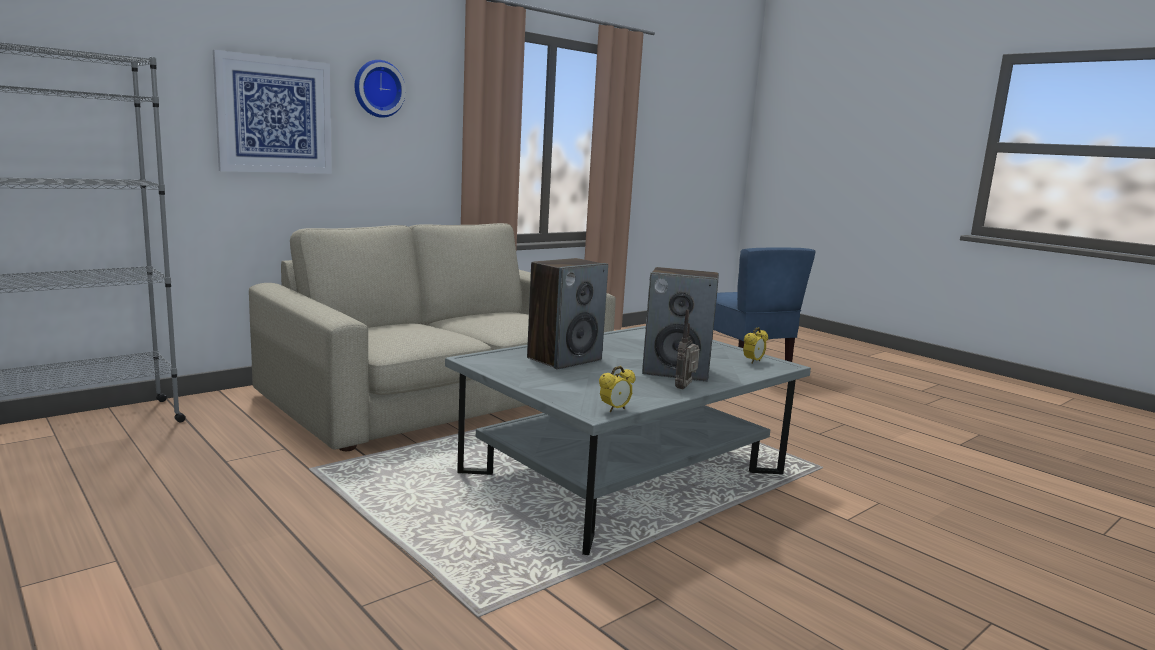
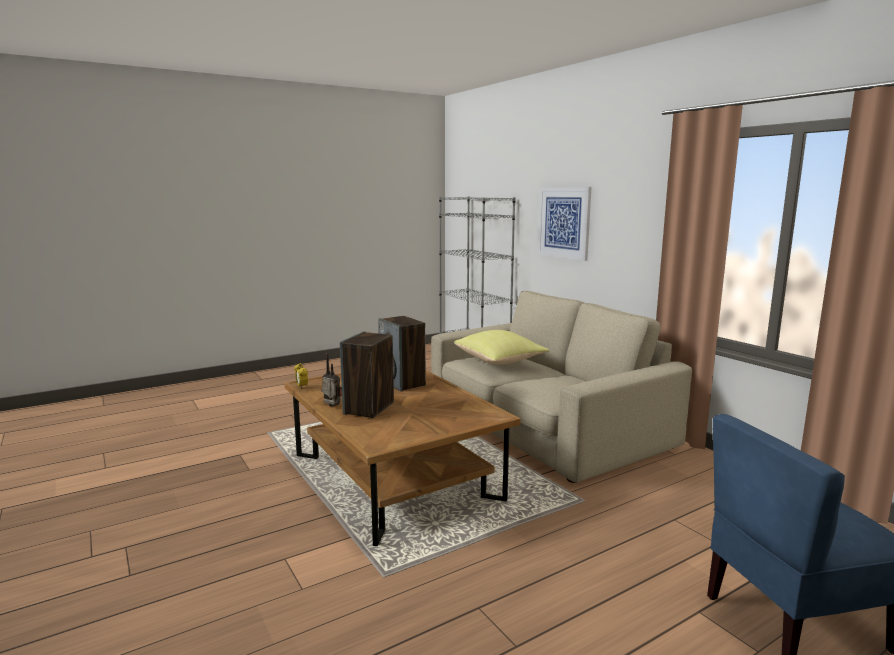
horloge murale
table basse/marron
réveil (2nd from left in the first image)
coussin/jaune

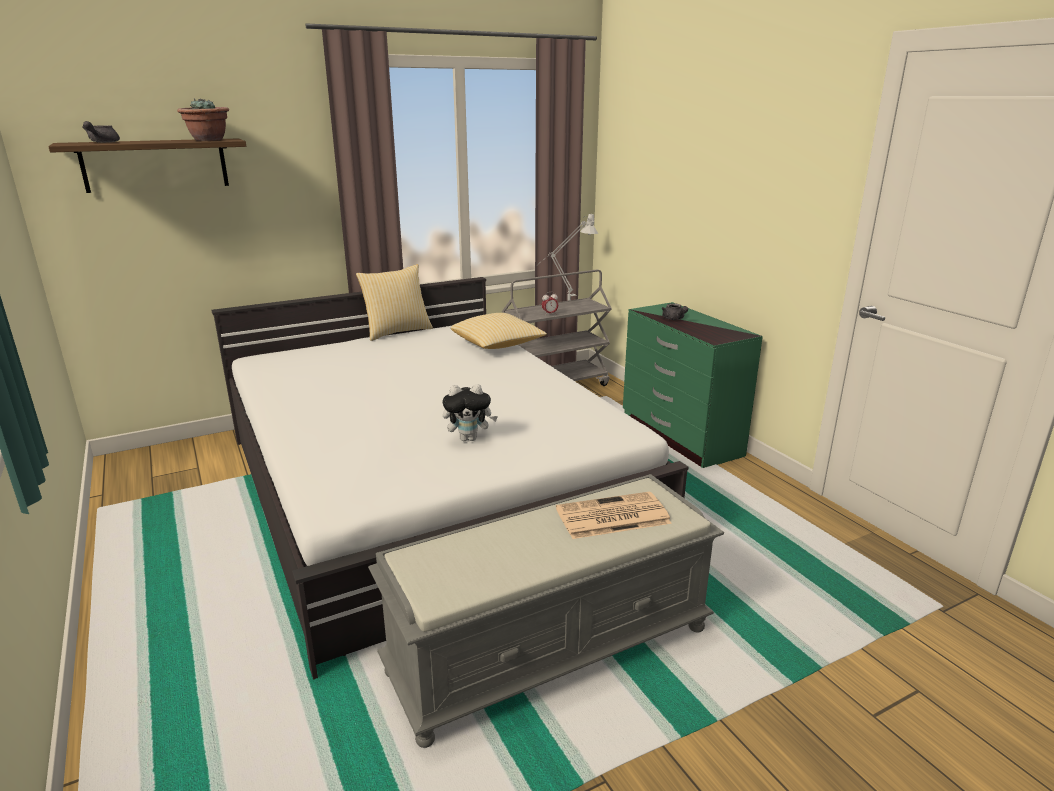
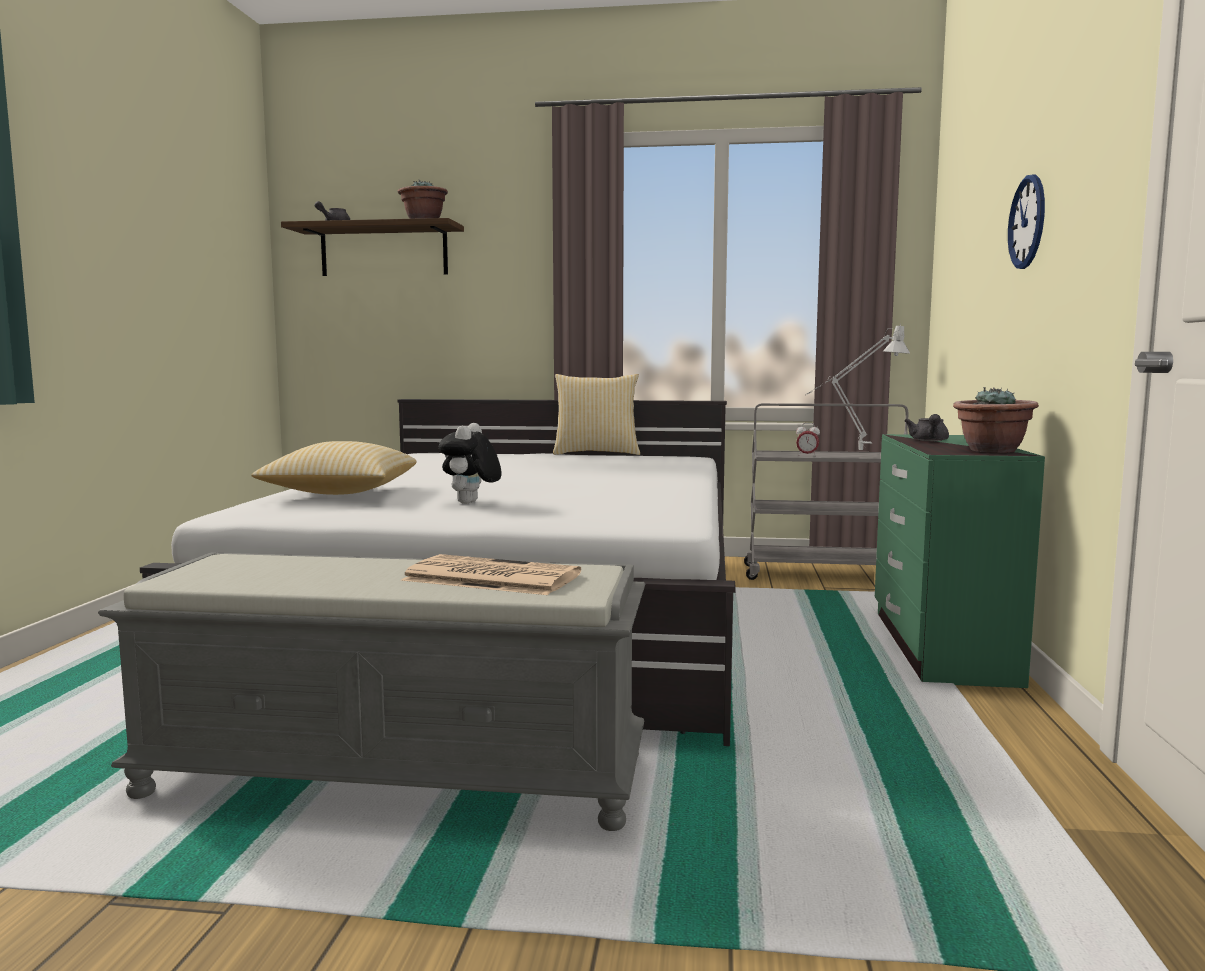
coussin (1st from left)
peluche
horloge murale
plante en pot (2nd from left)

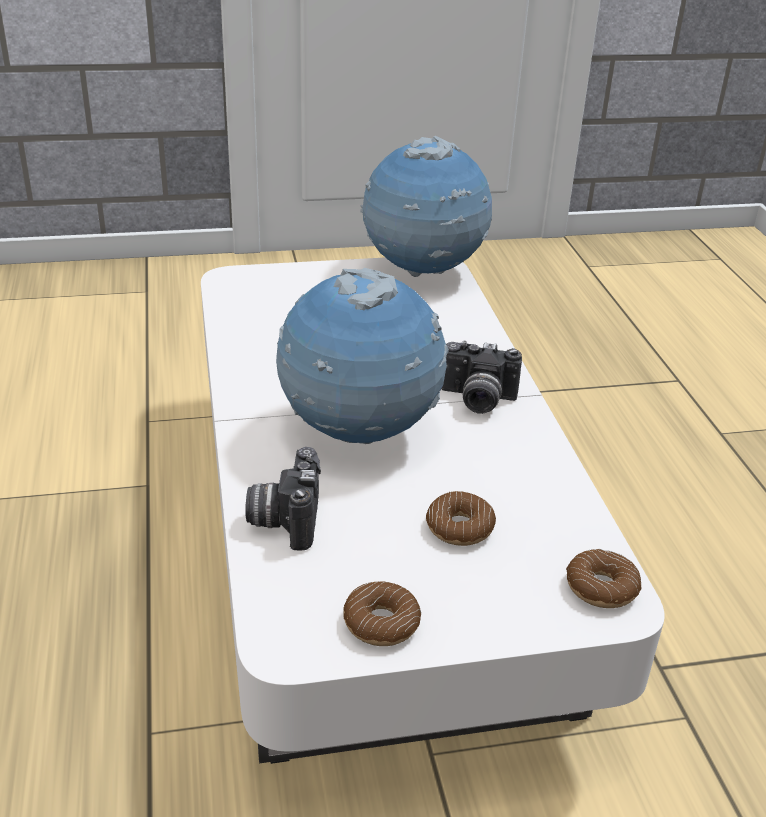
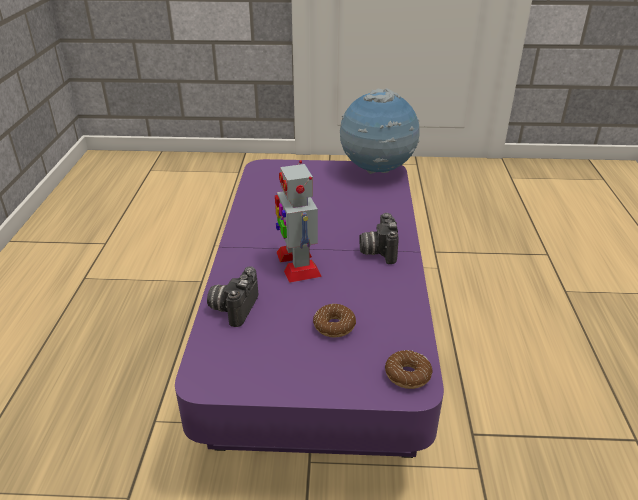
table basse/violet
robot jouet
appareil photo (2nd from left)
beignet (1st from left in the first image)

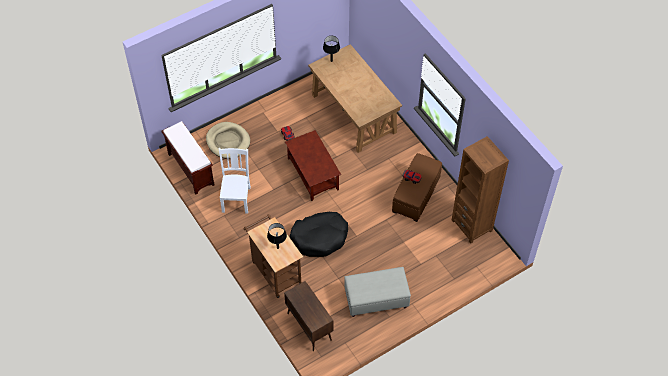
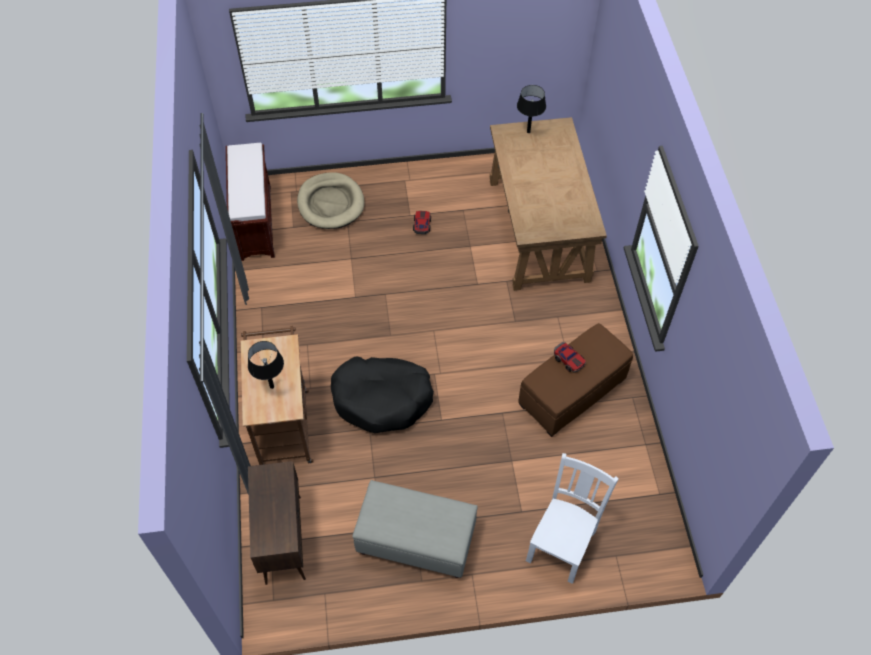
table basse/marron
bibliothèque/marron
chaise/blanc

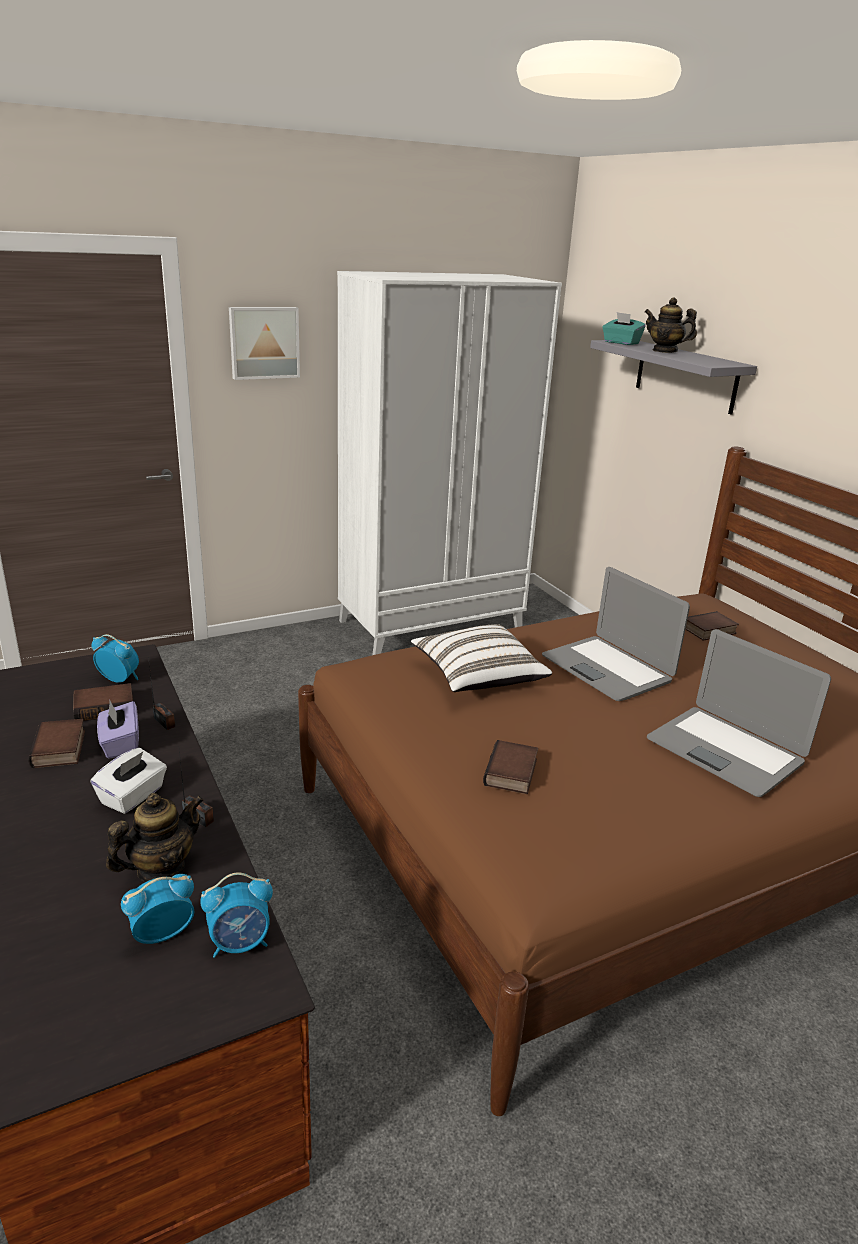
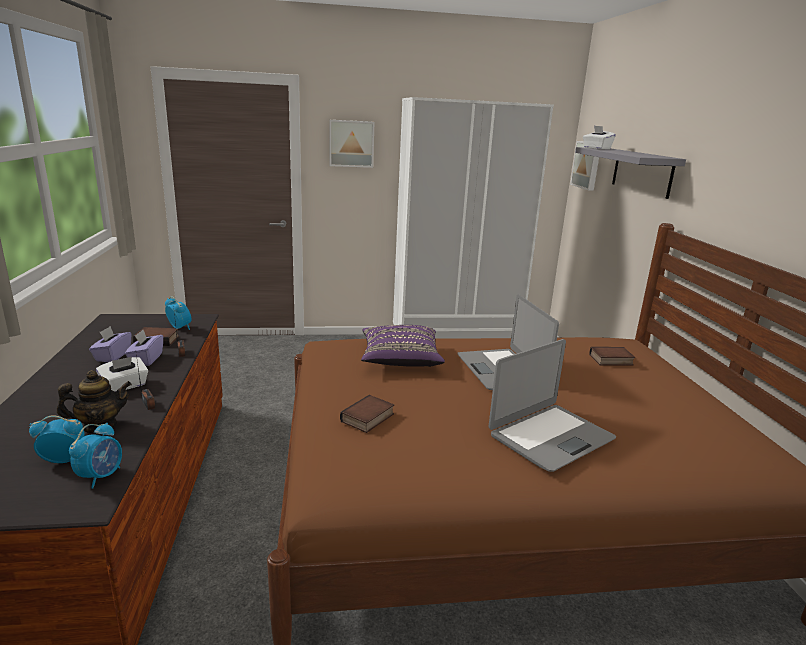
théière (2nd from left in the first image)
boîte à mouchoirs/blanc (2nd from left)
coussin/violet
ordinateur portable (2nd from left)
boîte à mouchoirs/violet (1st from left)
réveil (2nd from left)
tableau (2nd from left)

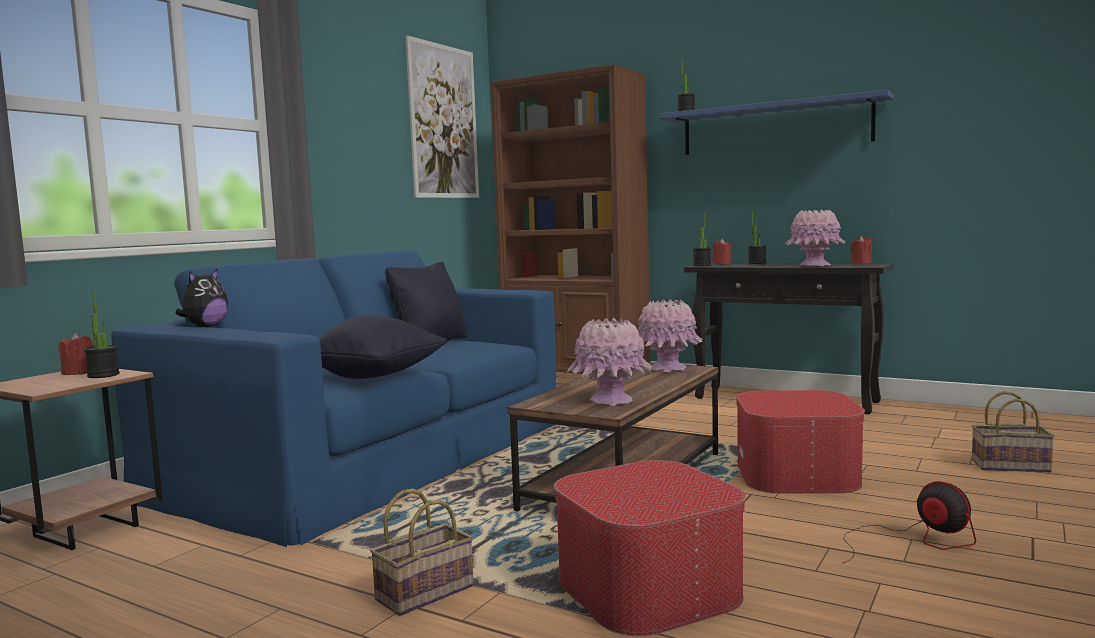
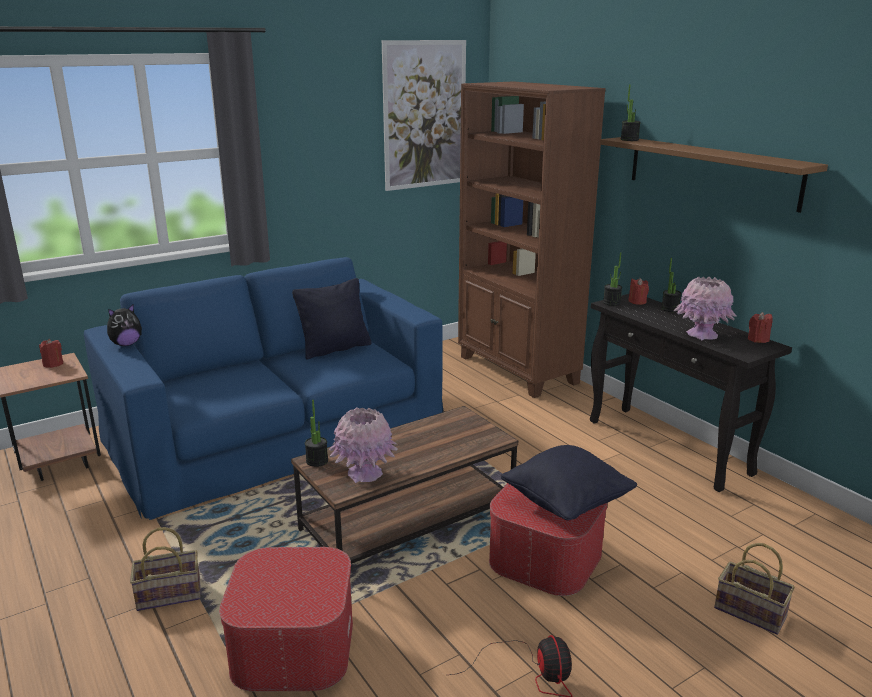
étagère/marron
plante en pot (1st from left)
vase/rose (2nd from left in the first image)
coussin/noir (2nd from left)

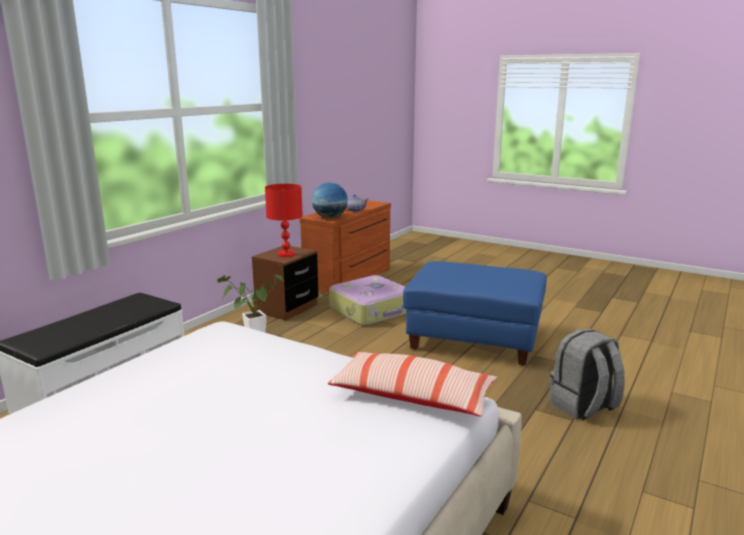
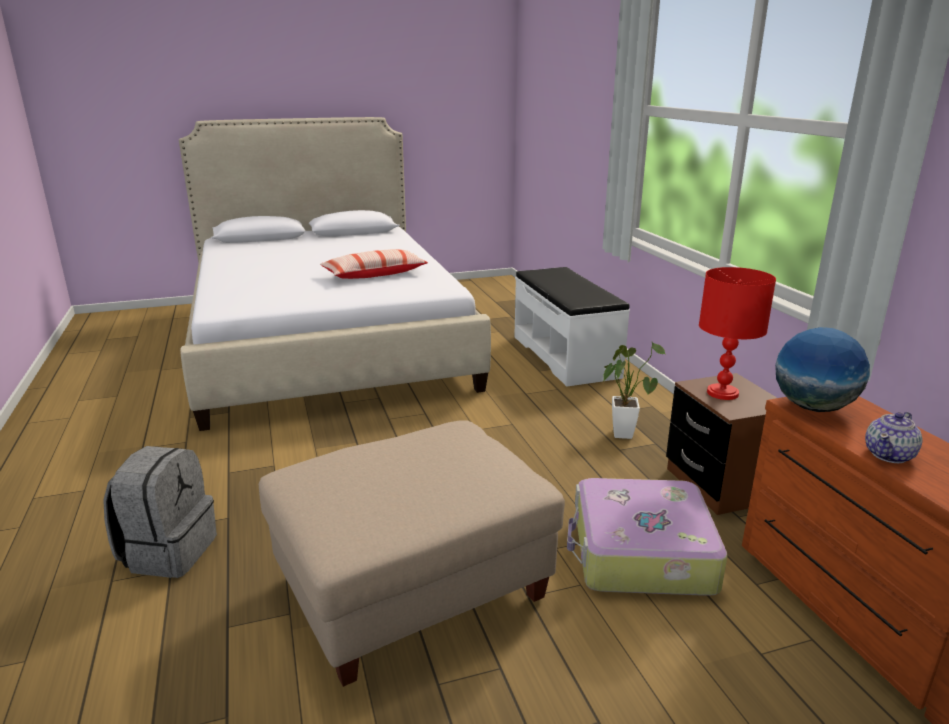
pouf/beige
coussin

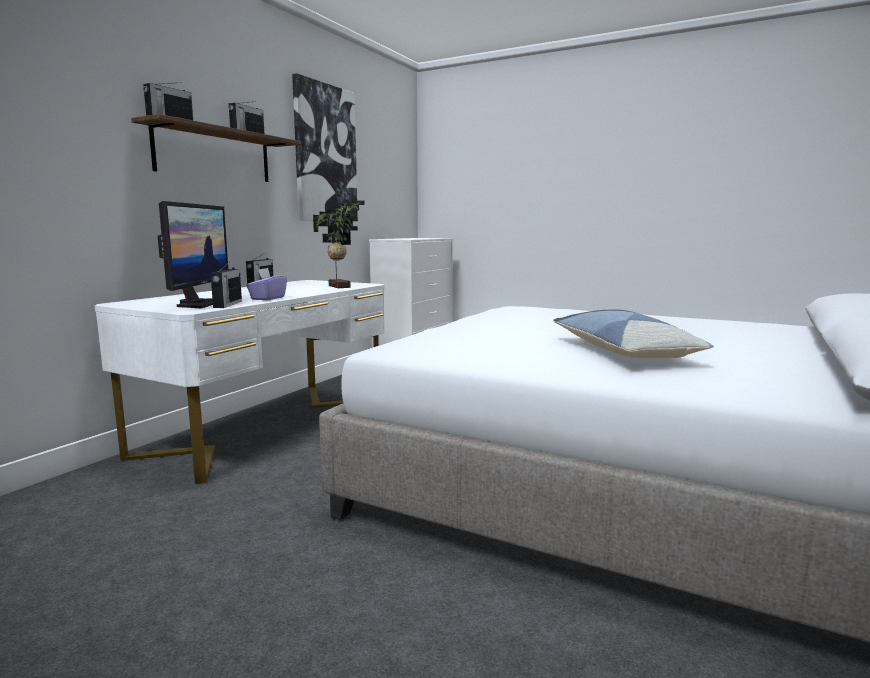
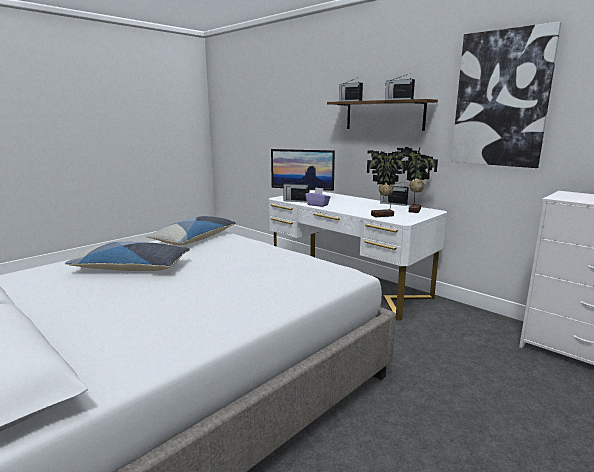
plante en pot (2nd from left)
coussin (2nd from left)

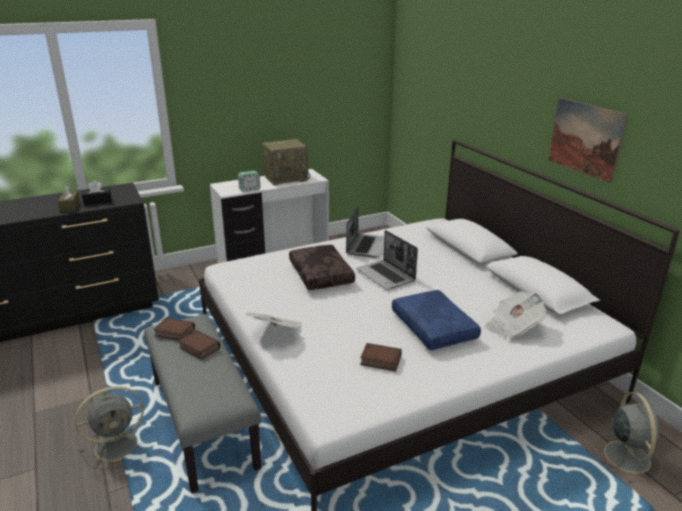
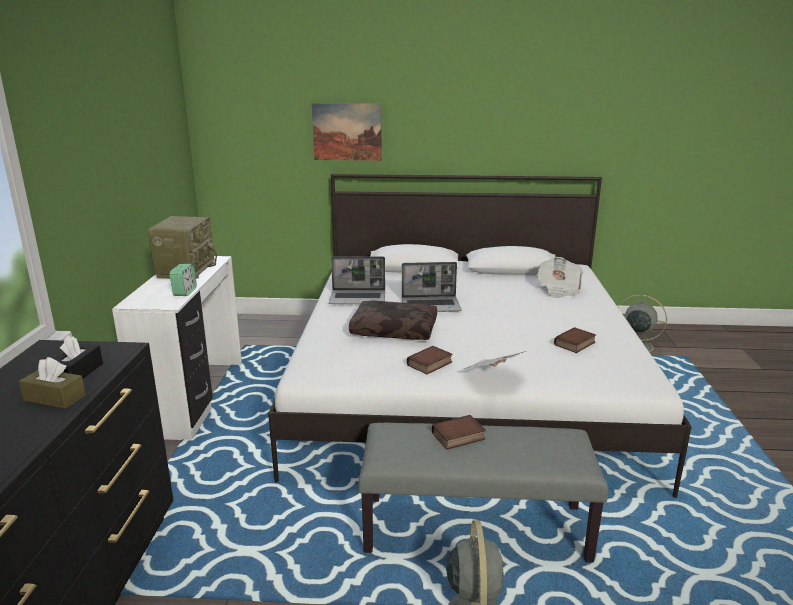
tableau
ordinateur portable (1st from left)
coussin/bleu
livre (1st from left)

